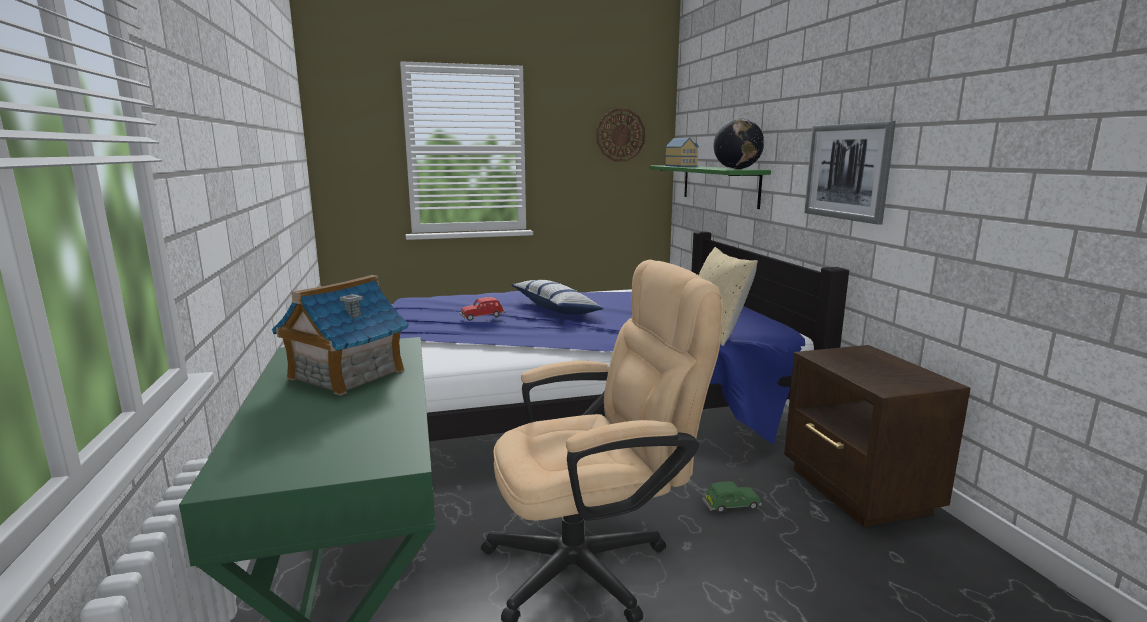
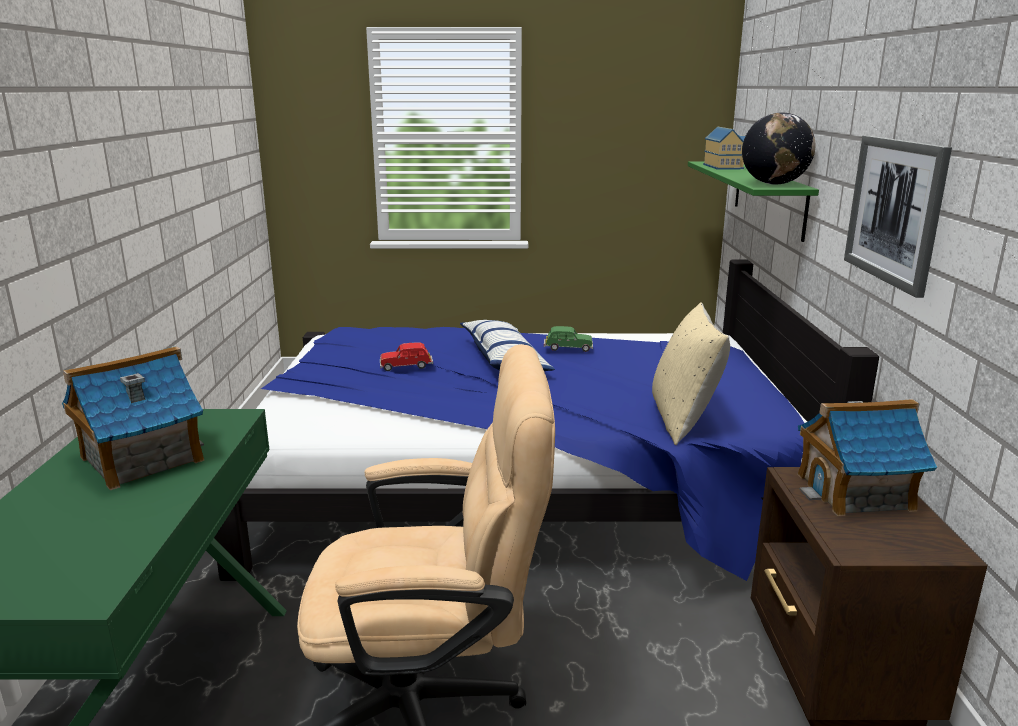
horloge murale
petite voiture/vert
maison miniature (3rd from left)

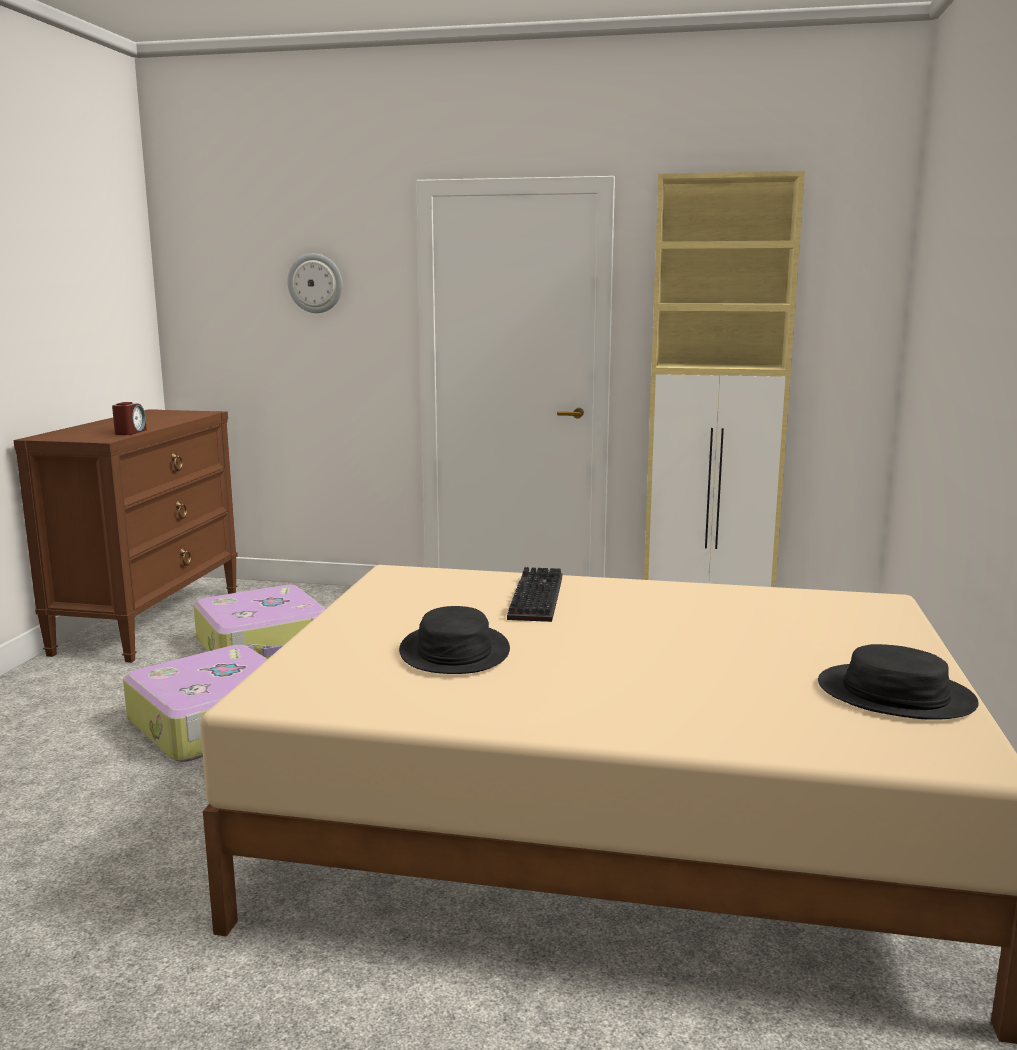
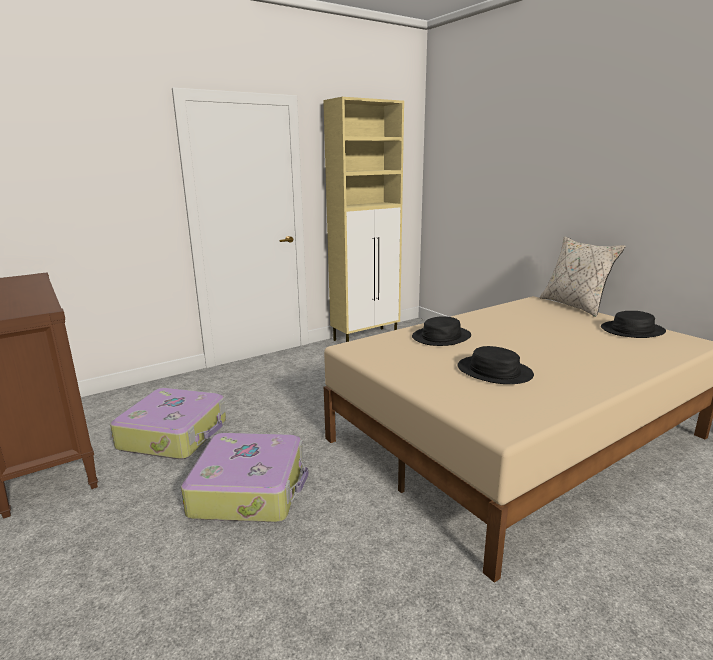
horloge murale
réveil
chapeau/noir (1st from left)
coussin/beige

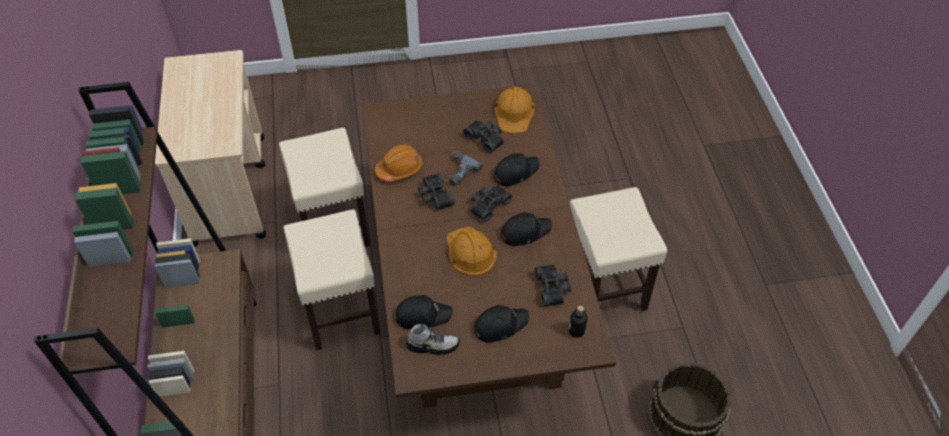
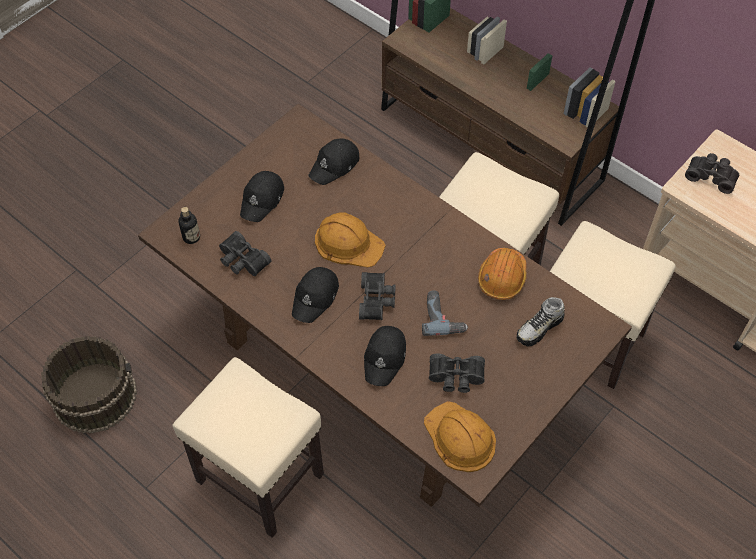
jumelles/noir (4th from left)
chaussure

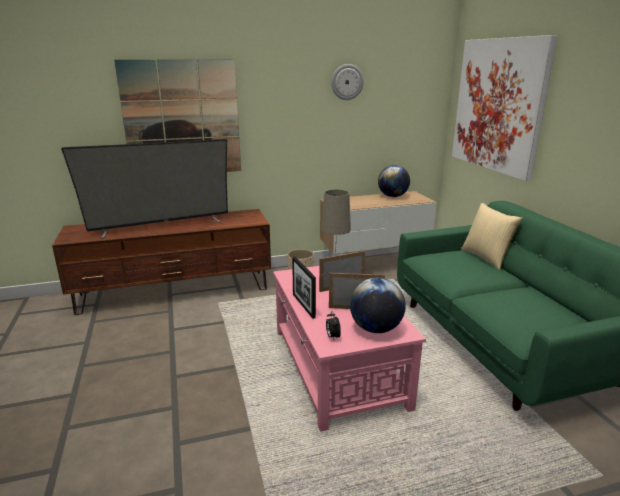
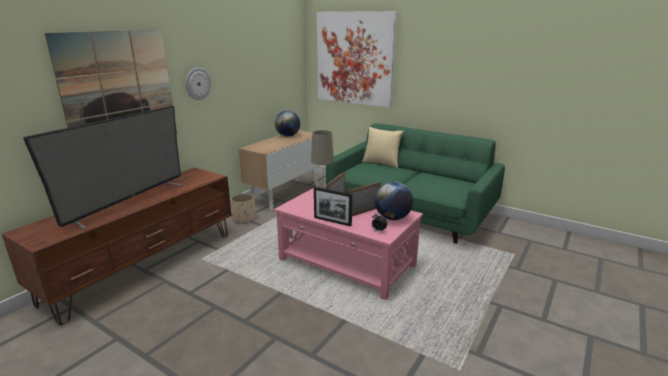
horloge murale

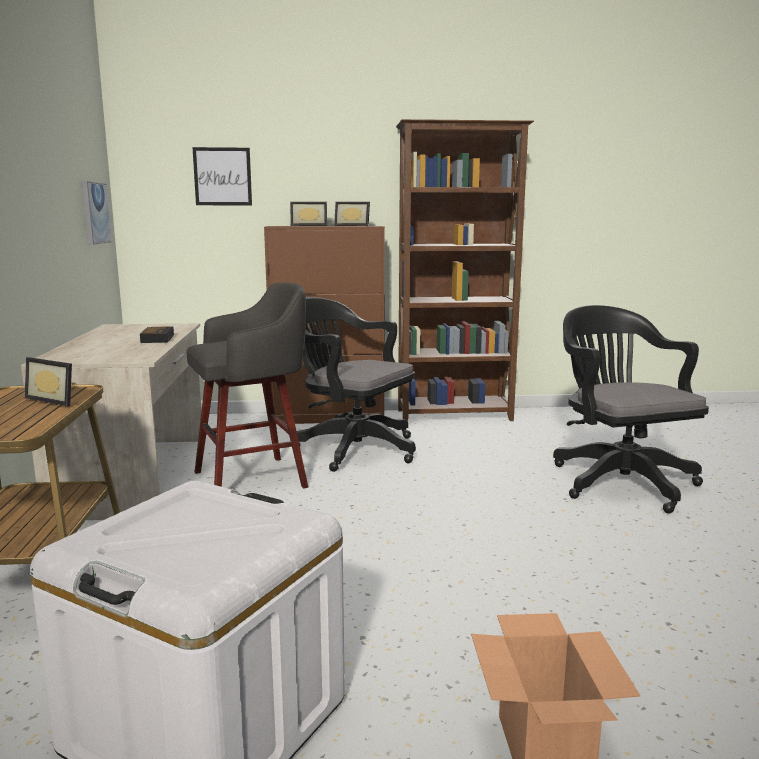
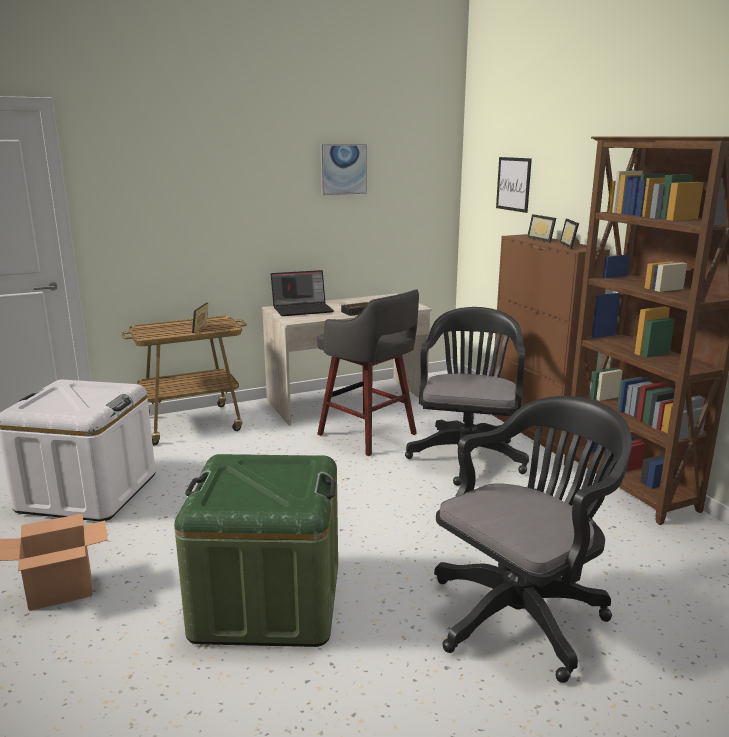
tableau (1st from left)
ordinateur portable
boîte de rangement/vert

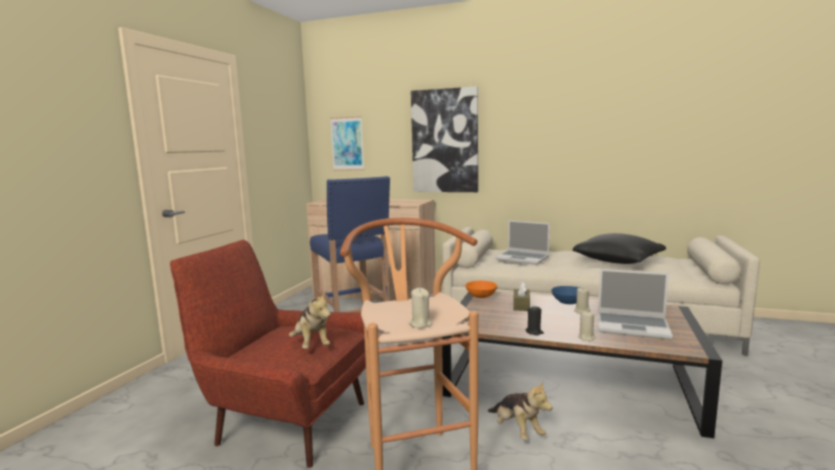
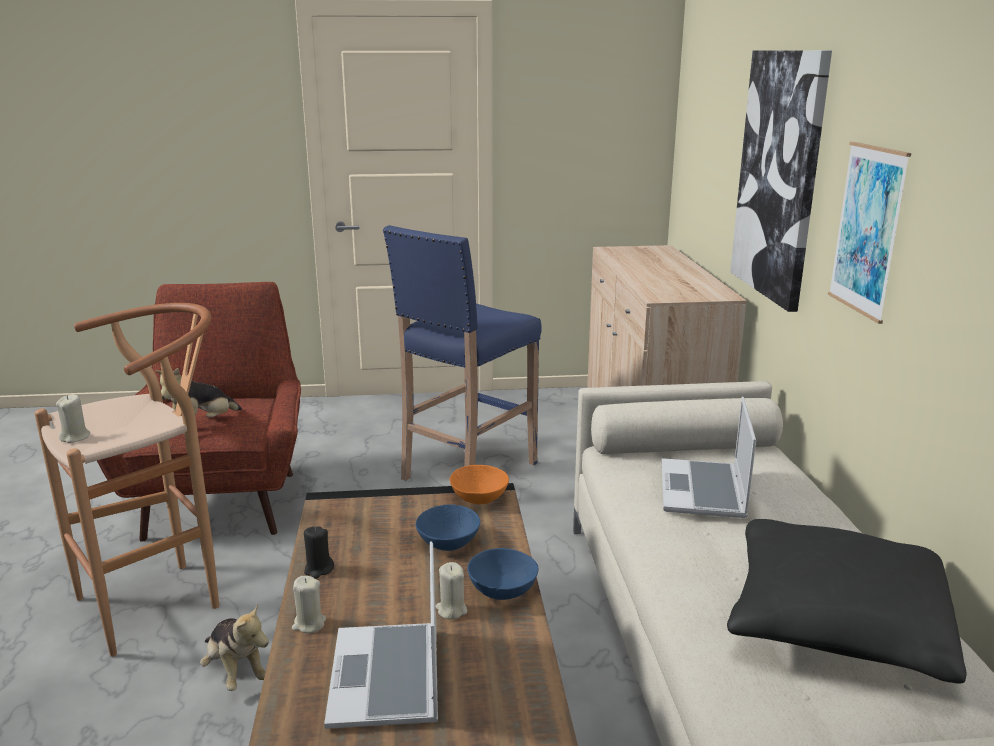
tableau (2nd from left)
bol/bleu (1st from left)
peluche (2nd from left)

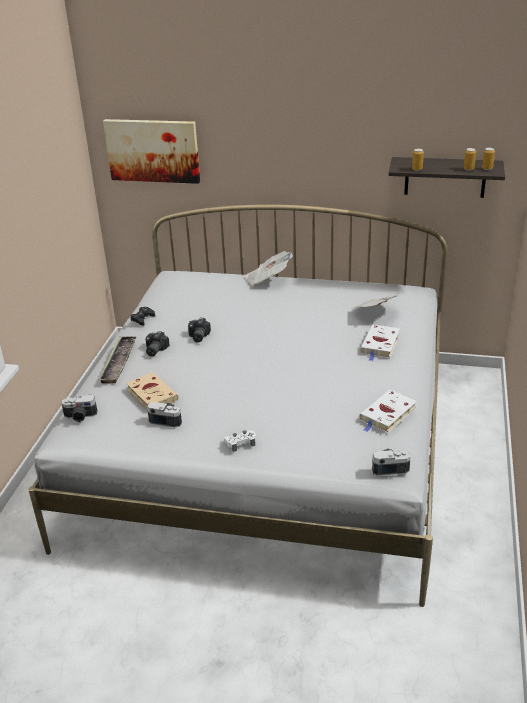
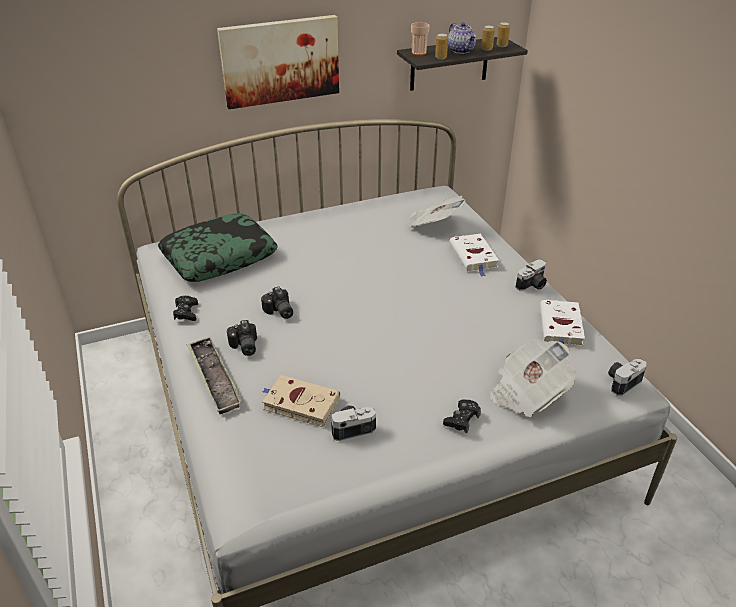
tableau
journal (2nd from left)
appareil photo (4th from left)
manette/noir (2nd from left)
tasse
théière
coussin

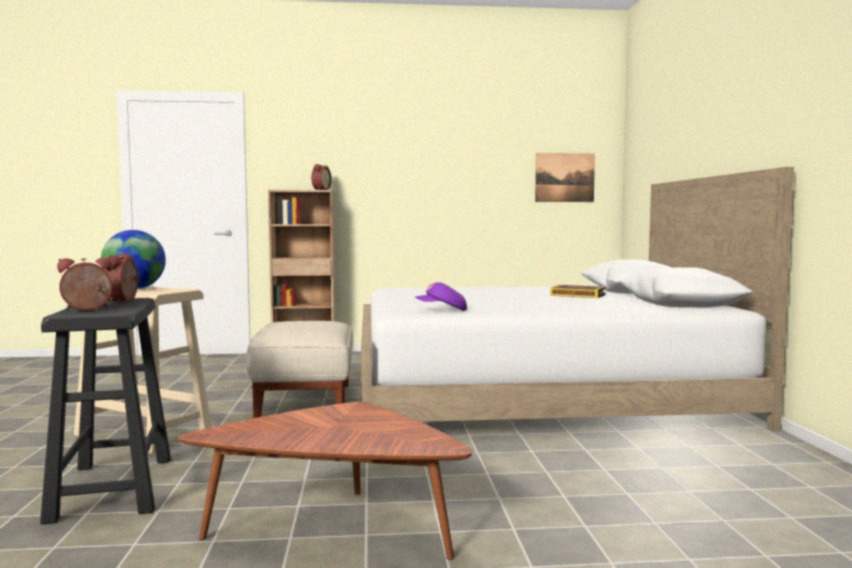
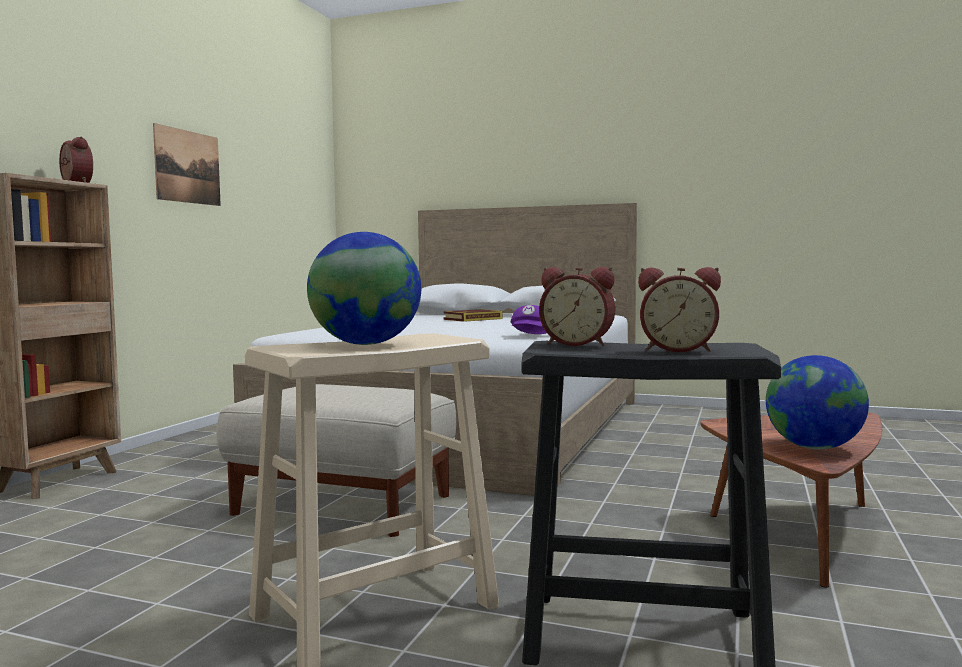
tableau
réveil (3rd from left)
globe (2nd from left)

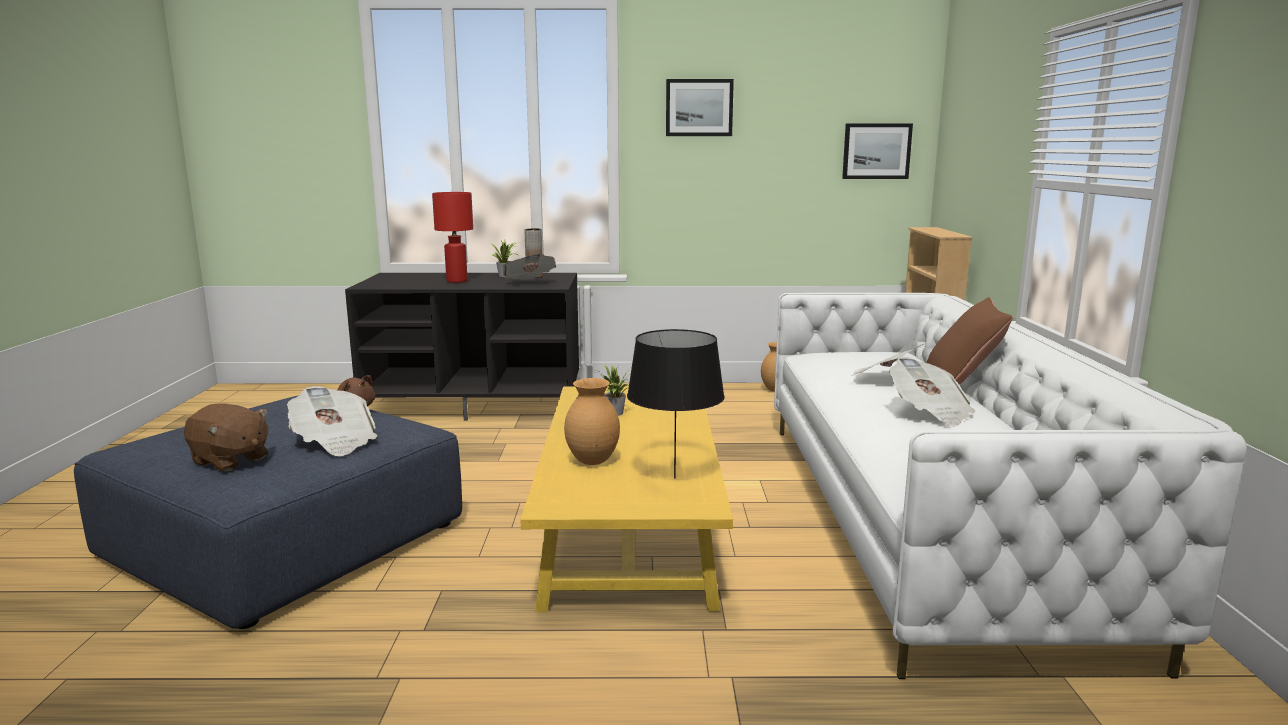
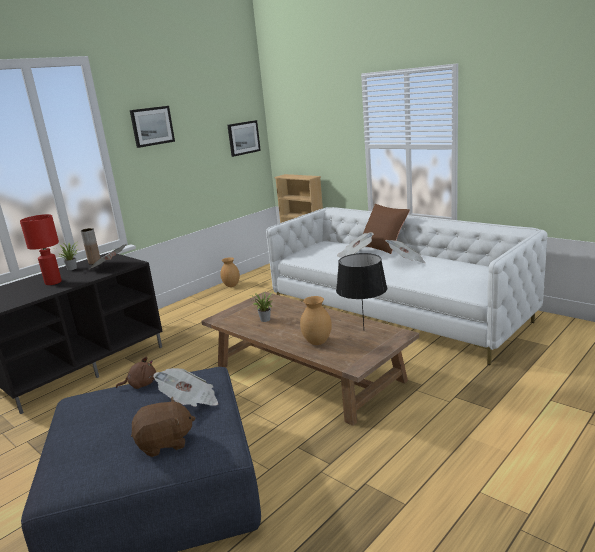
table basse/marron

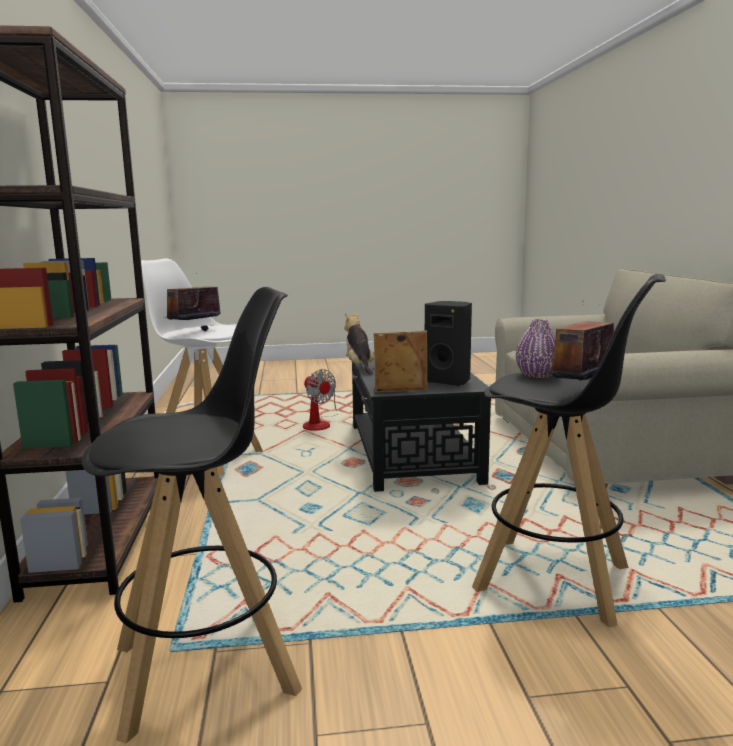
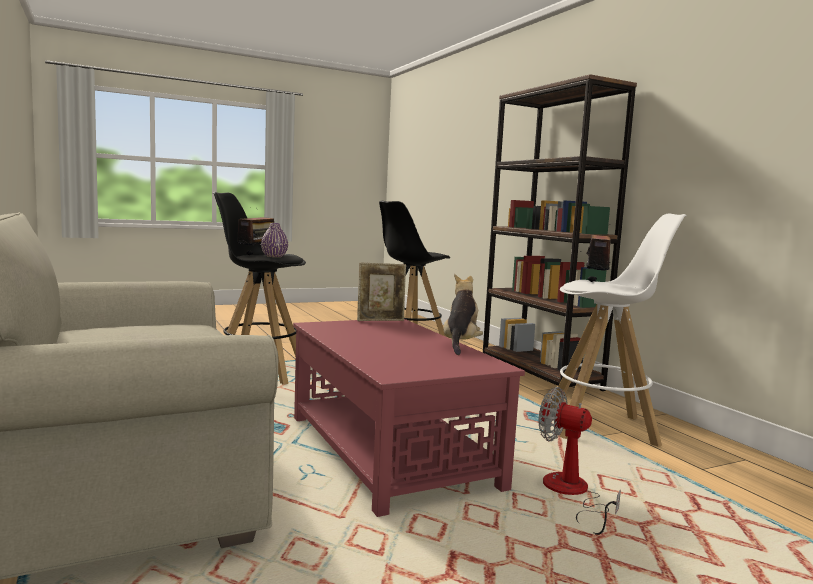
enceinte/noir
peluche
table basse/rouge

